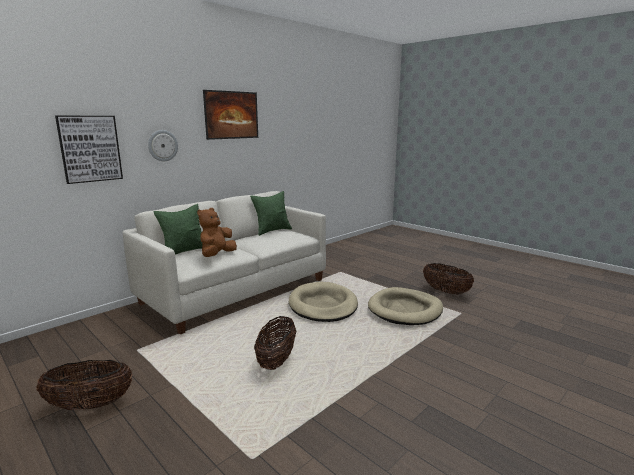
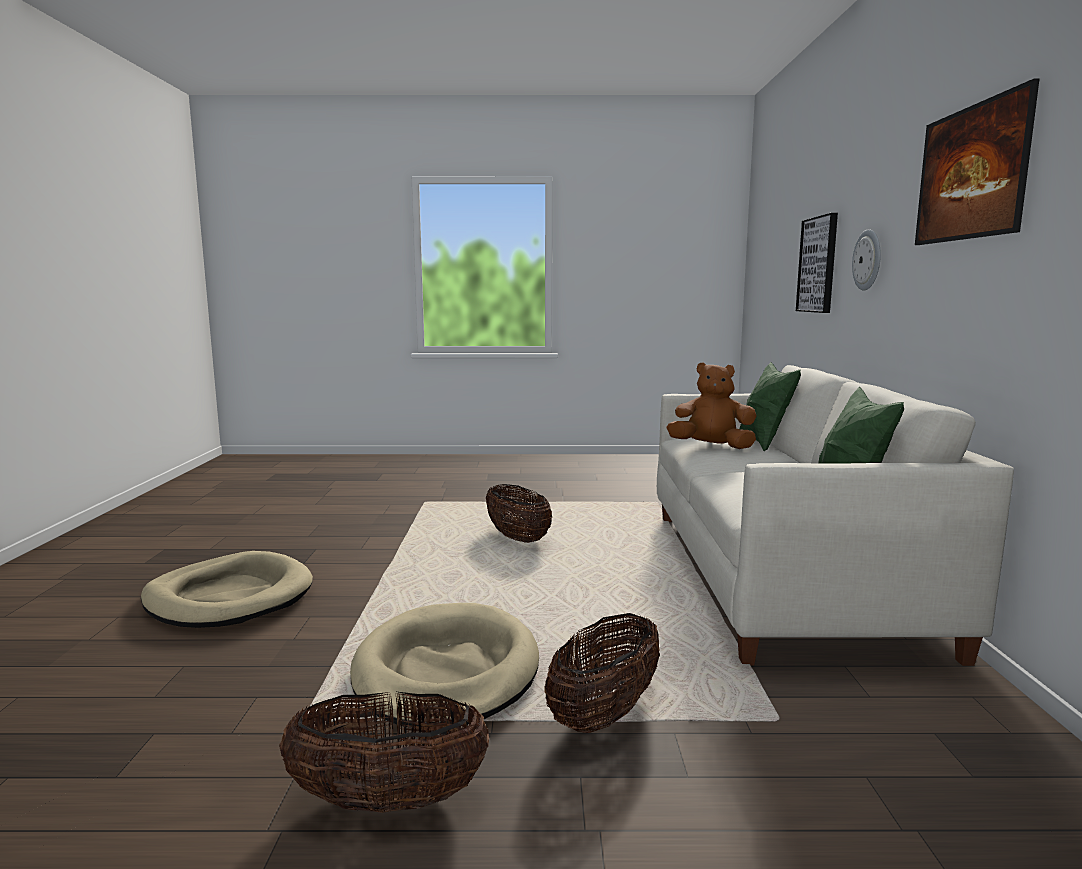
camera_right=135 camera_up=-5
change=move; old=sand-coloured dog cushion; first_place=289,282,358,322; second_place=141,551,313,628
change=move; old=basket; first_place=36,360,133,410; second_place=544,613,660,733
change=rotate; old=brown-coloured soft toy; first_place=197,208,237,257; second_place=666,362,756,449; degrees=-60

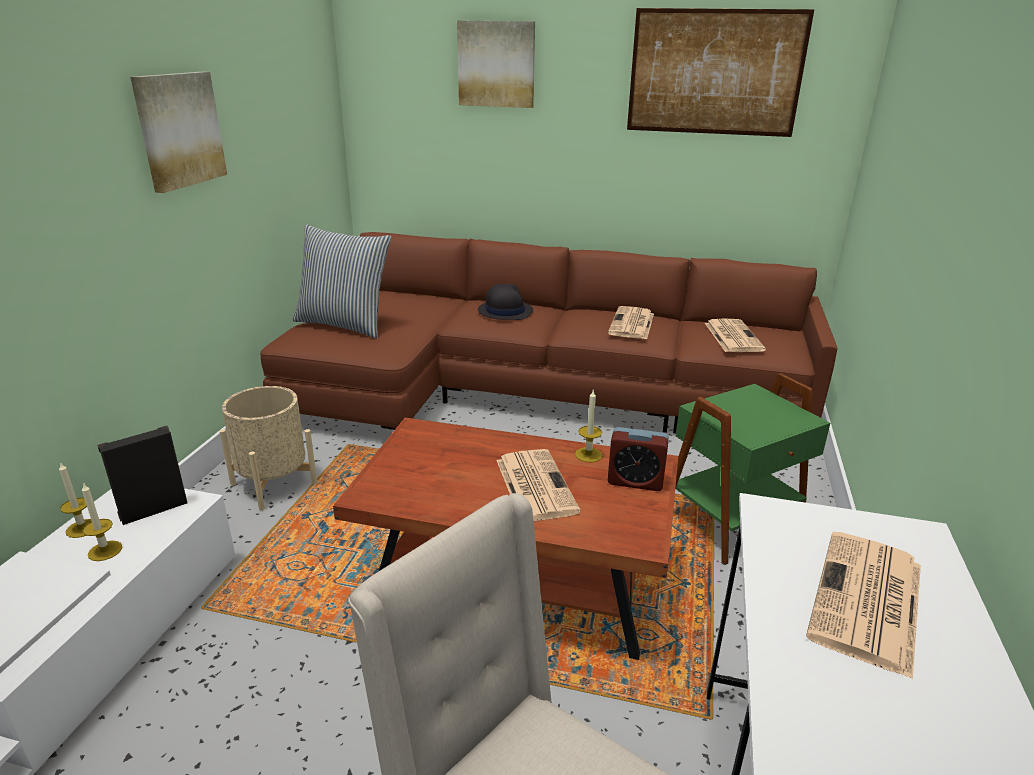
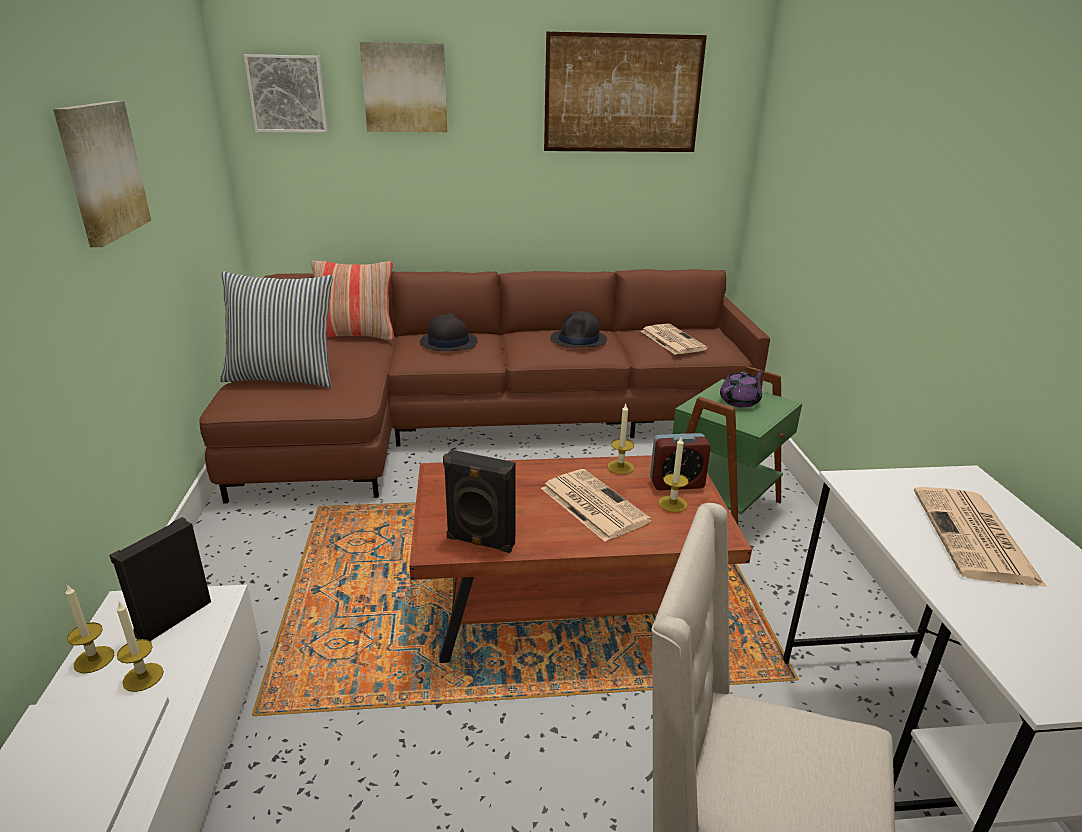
camera_right=-20 camera_up=0
change=insert; new=picture; second_place=244,54,328,133
change=insert; new=throw pillow; second_place=311,260,394,340
change=insert; new=black audio speaker; second_place=443,450,516,553
change=replace; old=printed paper; new=black wearable hat; first_place=608,306,654,339; second_place=550,311,607,348
change=insert; new=wax candle; second_place=659,437,689,512
change=insert; new=purple-coloured teapot; second_place=720,370,764,408
change=delete; old=sand-coloured plant pot; first_place=220,386,318,510

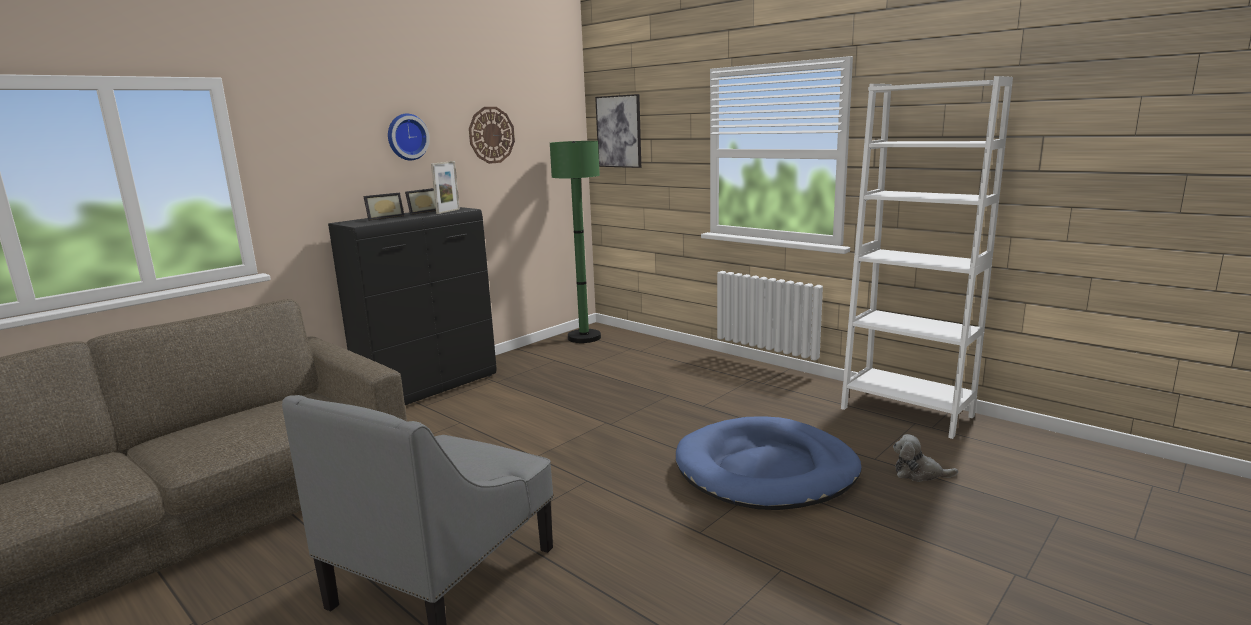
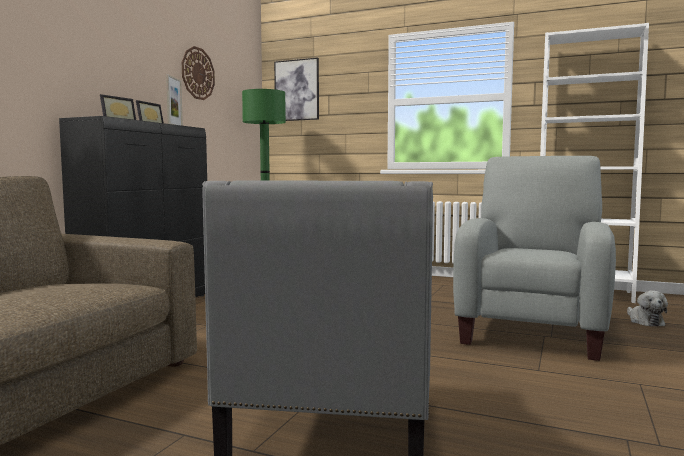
camera_right=-20 camera_up=-10
change=replace; old=blue-coloured dog cushion; new=gray easy chair; first_place=676,416,861,510; second_place=453,156,616,361
change=rotate; old=soft toy; first_place=893,434,958,482; second_place=627,290,668,327; degrees=-90
change=delete; old=clock on the wall; first_place=388,114,430,161

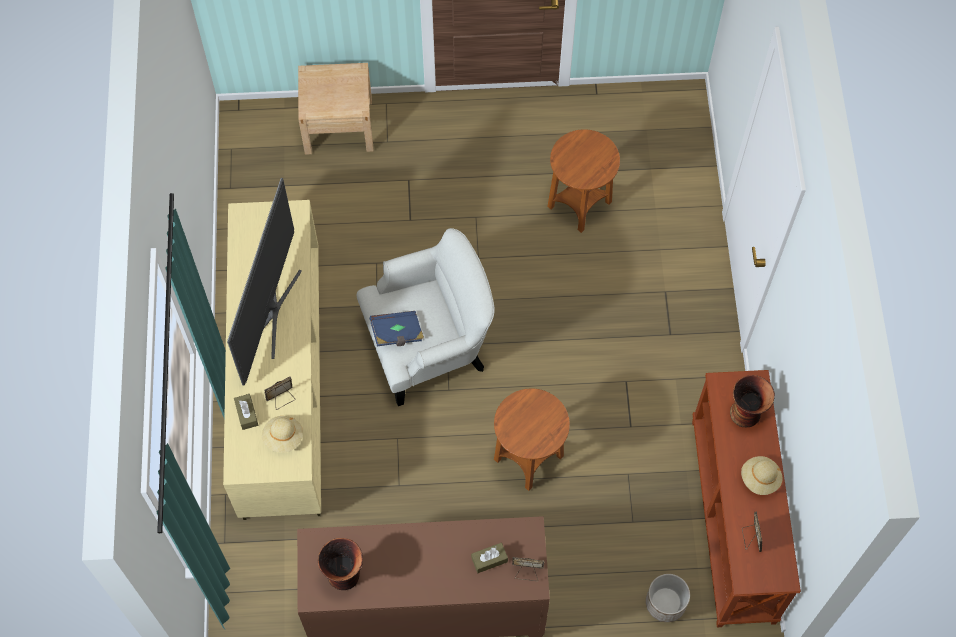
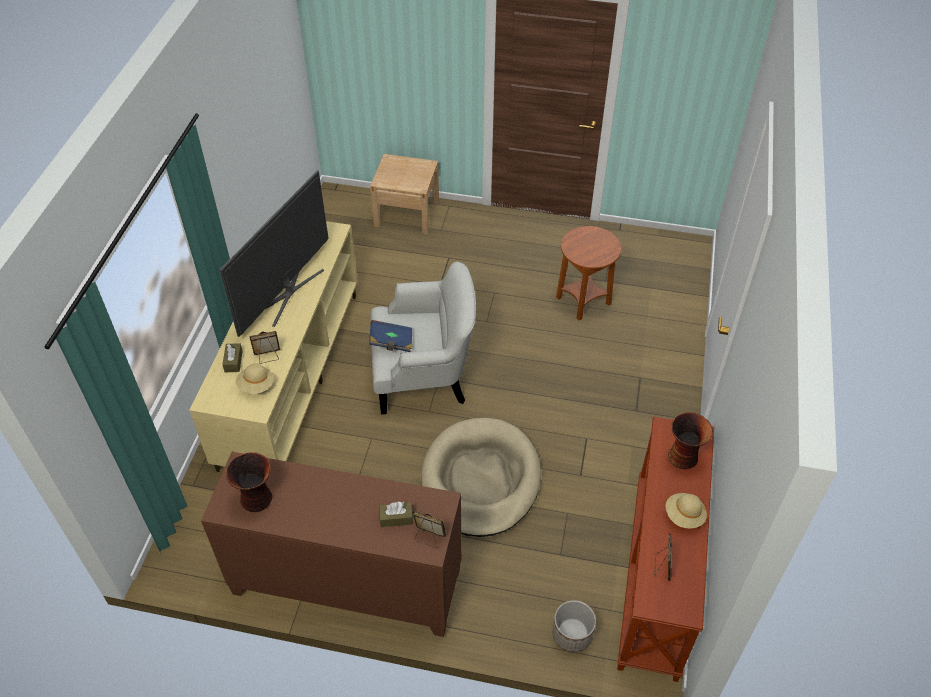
camera_right=15 camera_up=-15
change=replace; old=brown-coloured end table; new=sand-coloured dog cushion; first_place=494,388,570,491; second_place=421,418,541,537

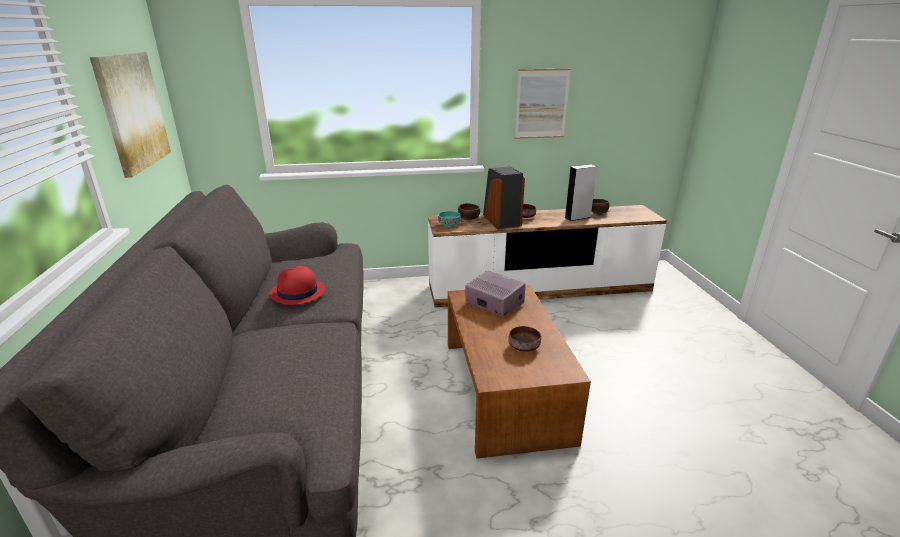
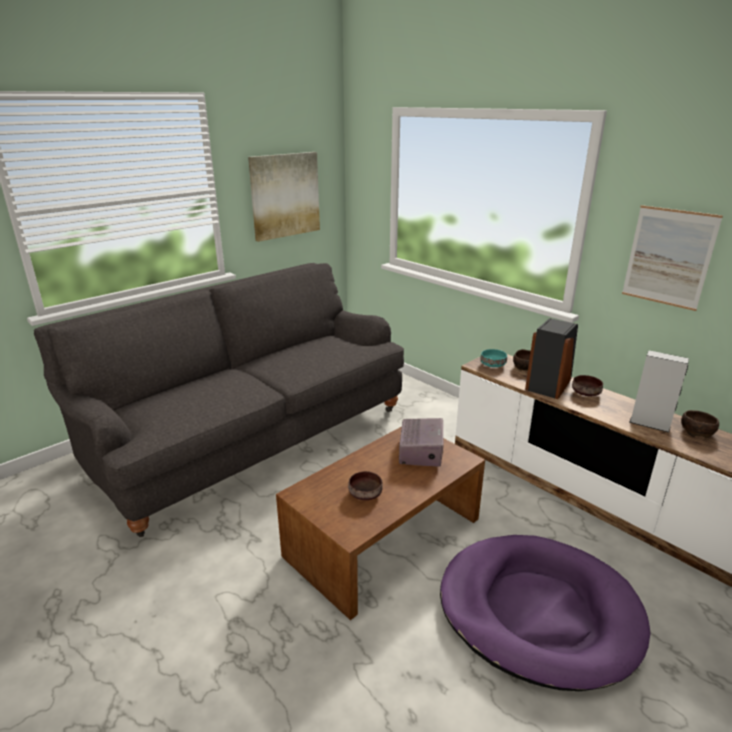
camera_right=55 camera_up=0
change=insert; new=purple-coloured dog cushion; second_place=440,535,651,691
change=delete; old=reddish wearable hat; first_place=269,266,325,305

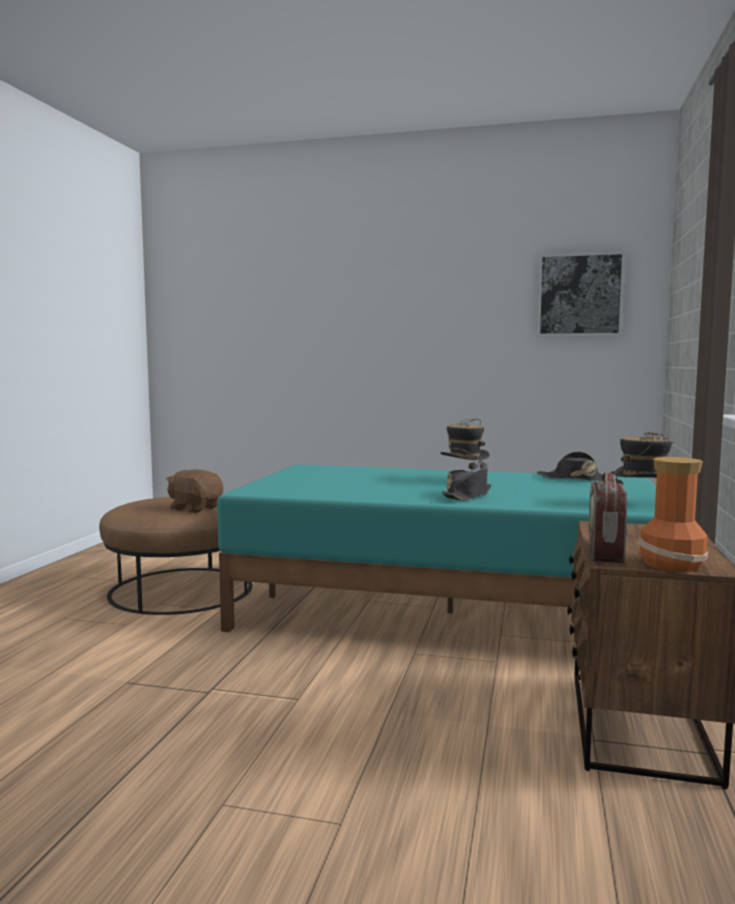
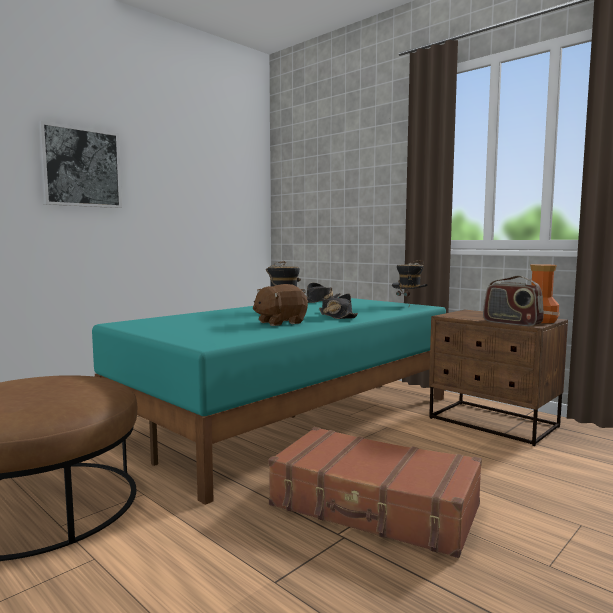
camera_right=-60 camera_up=0
change=move; old=picture; first_place=537,251,626,337; second_place=38,121,122,208
change=move; old=brown-coloured soft toy; first_place=166,469,223,513; second_place=253,284,308,326
change=insert; new=brown-coloured suitcase; second_place=268,427,482,558

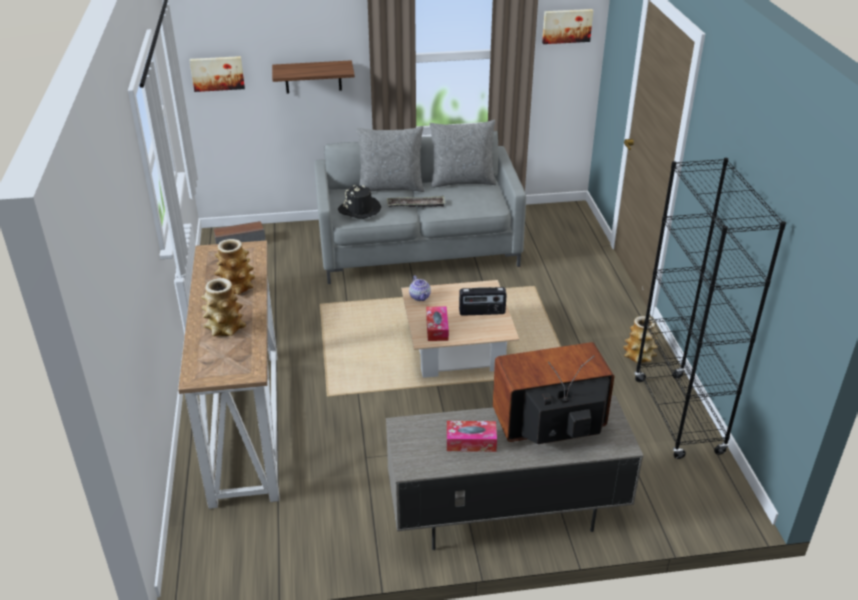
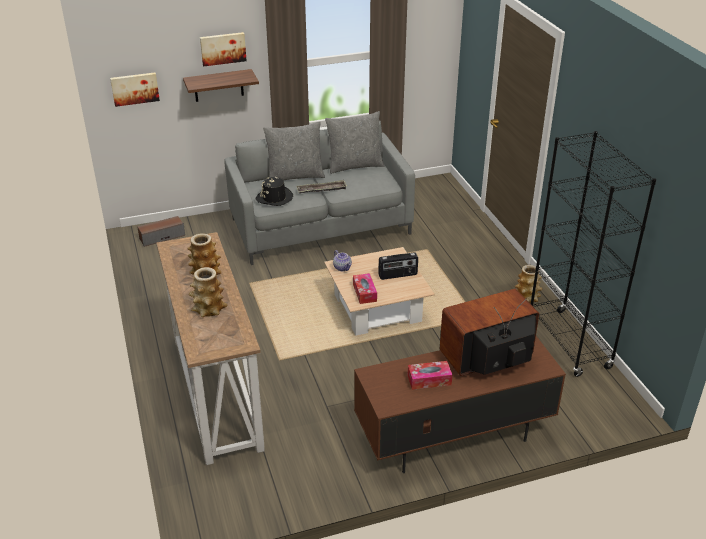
camera_right=-10 camera_up=0
change=move; old=picture; first_place=542,9,593,44; second_place=200,32,247,67
change=recolor; old=gray media console; new=brown-coloured media console; first_place=386,395,643,550; second_place=354,336,566,473

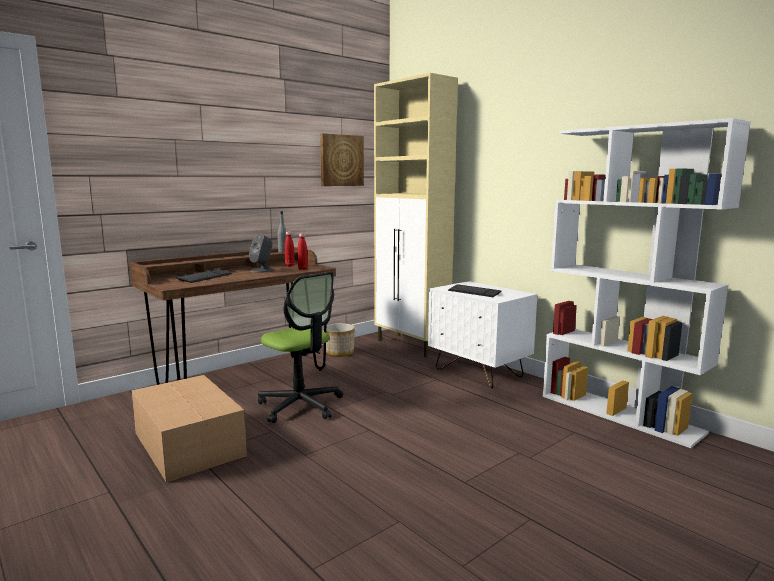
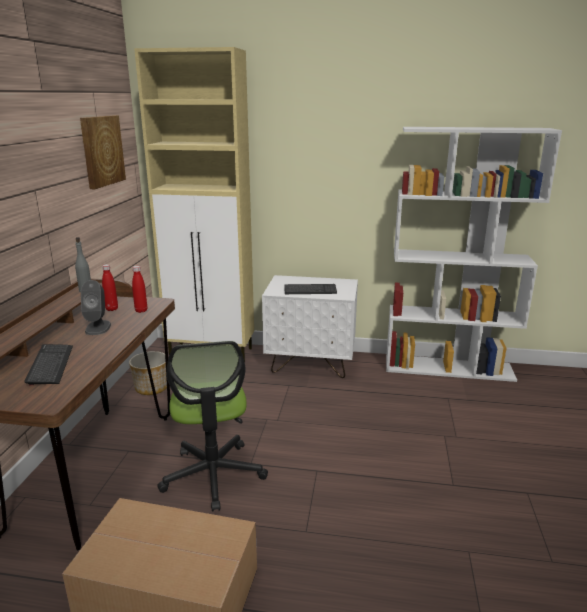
camera_right=-40 camera_up=10
change=rotate; old=office chair; first_place=258,272,343,423; second_place=157,341,268,511; degrees=75

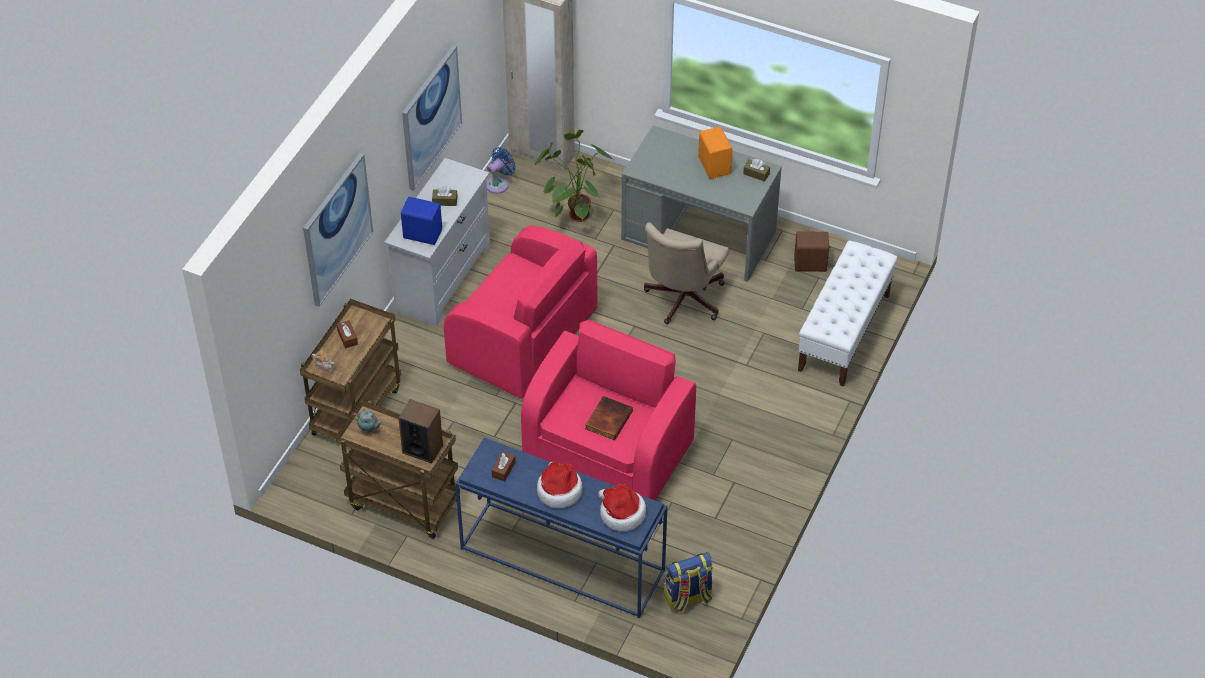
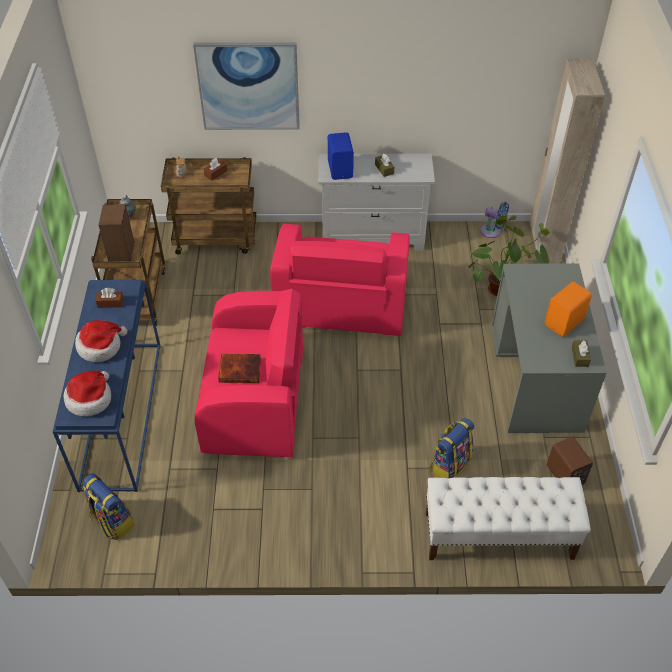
camera_right=65 camera_up=0
change=insert; new=knapsack; second_place=430,418,474,478
change=delete; old=picture; first_place=402,45,462,191
change=delete; old=sand-coloured office chair; first_place=644,222,729,324

